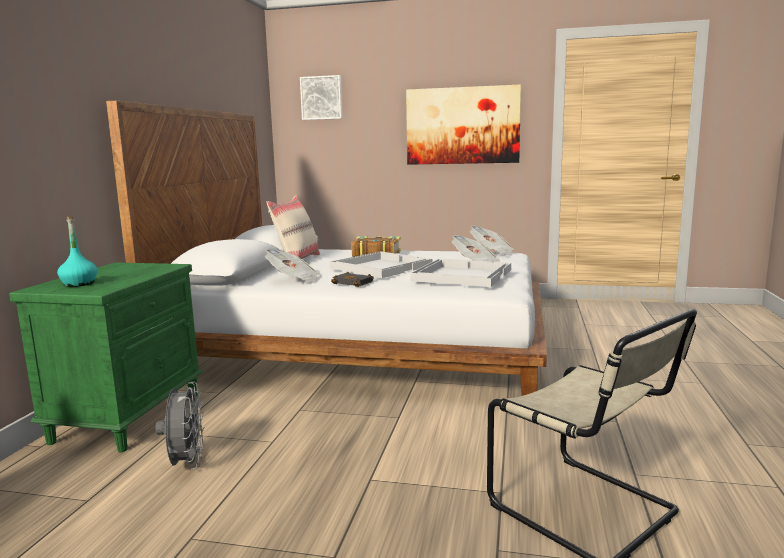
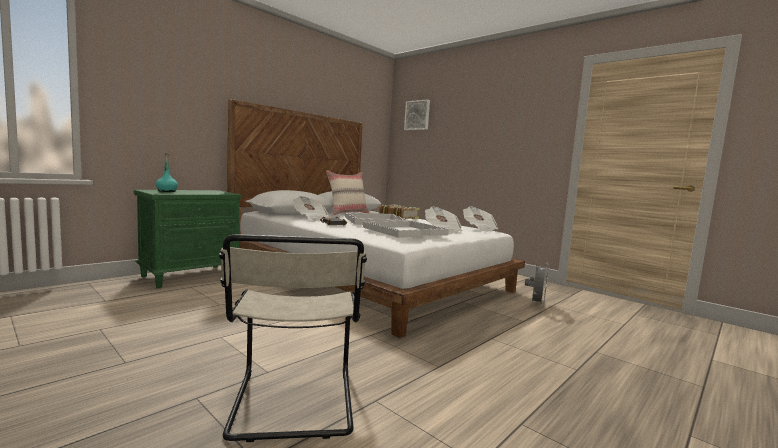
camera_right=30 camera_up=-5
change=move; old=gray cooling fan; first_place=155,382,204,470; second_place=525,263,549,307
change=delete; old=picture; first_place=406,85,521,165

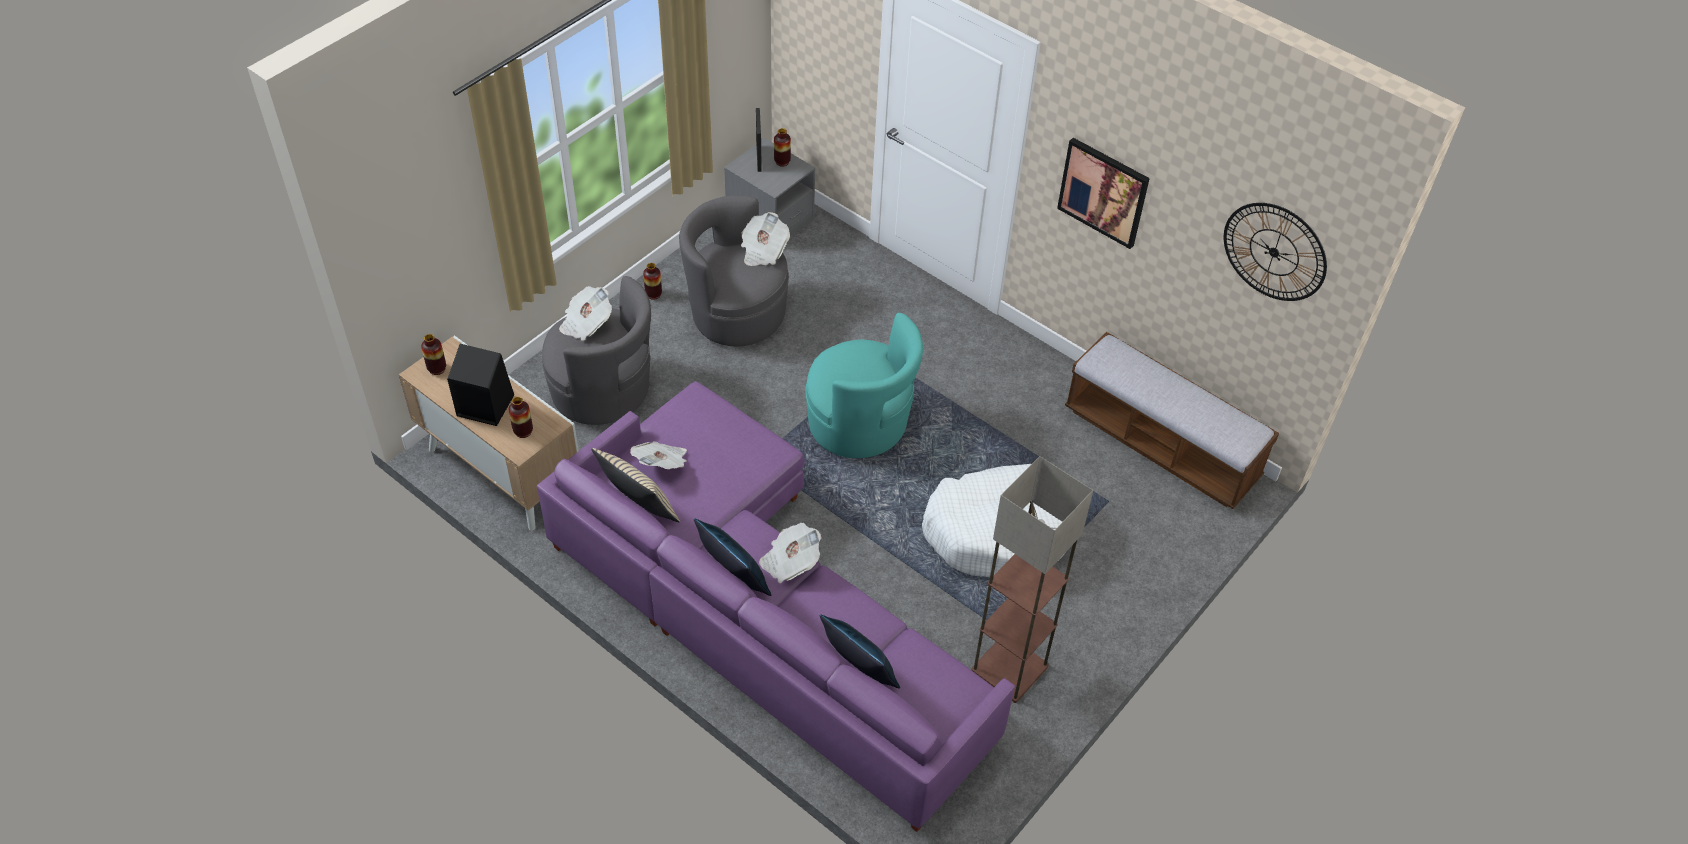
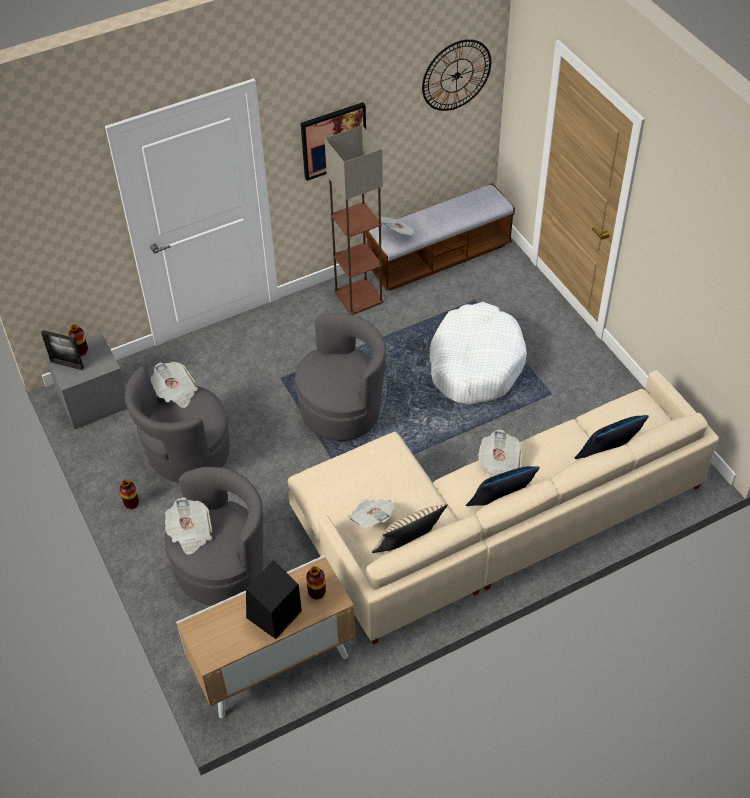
camera_right=-65 camera_up=0
change=recolor; old=purple-coloured sofa; new=sand-coloured sofa; first_place=537,381,1015,832; second_place=288,370,719,644
change=recolor; old=blue-green easy chair; new=gray easy chair; first_place=806,313,923,458; second_place=295,313,386,441
change=move; old=floor lamp; first_place=971,456,1093,703; second_place=325,125,384,315
change=insert; new=printed paper; second_place=381,216,419,236
change=delete; old=flower vase; first_place=421,334,446,375

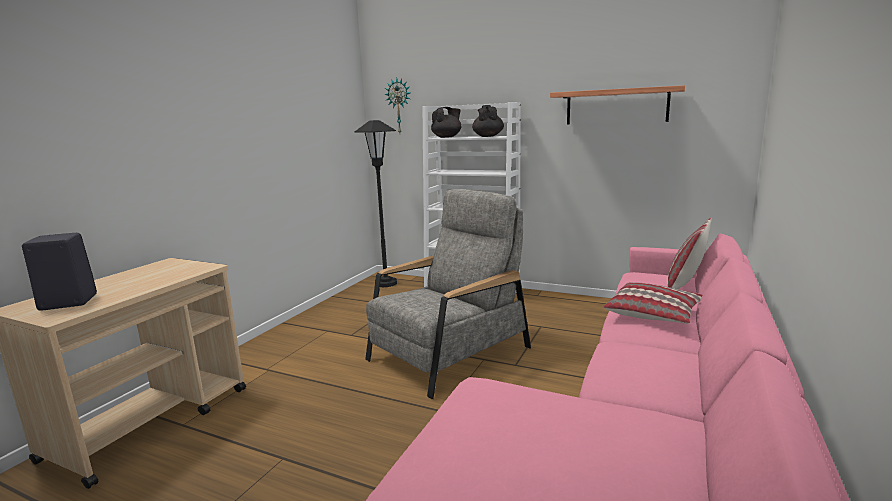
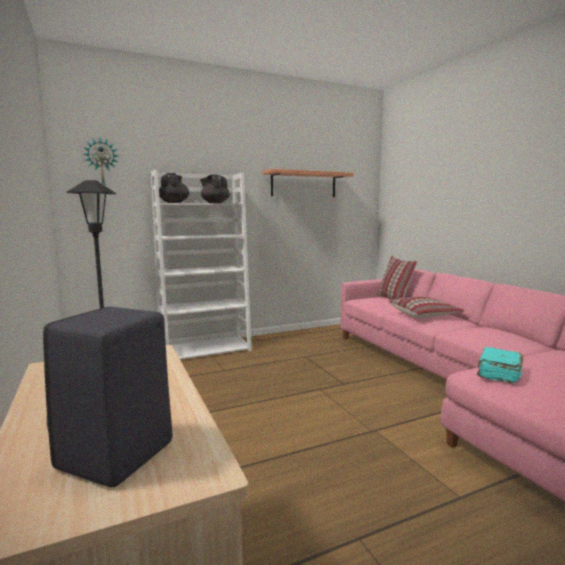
camera_right=-50 camera_up=-5
change=insert; new=blue-green book; second_place=477,347,524,384
change=delete; old=gray easy chair; first_place=365,189,531,399

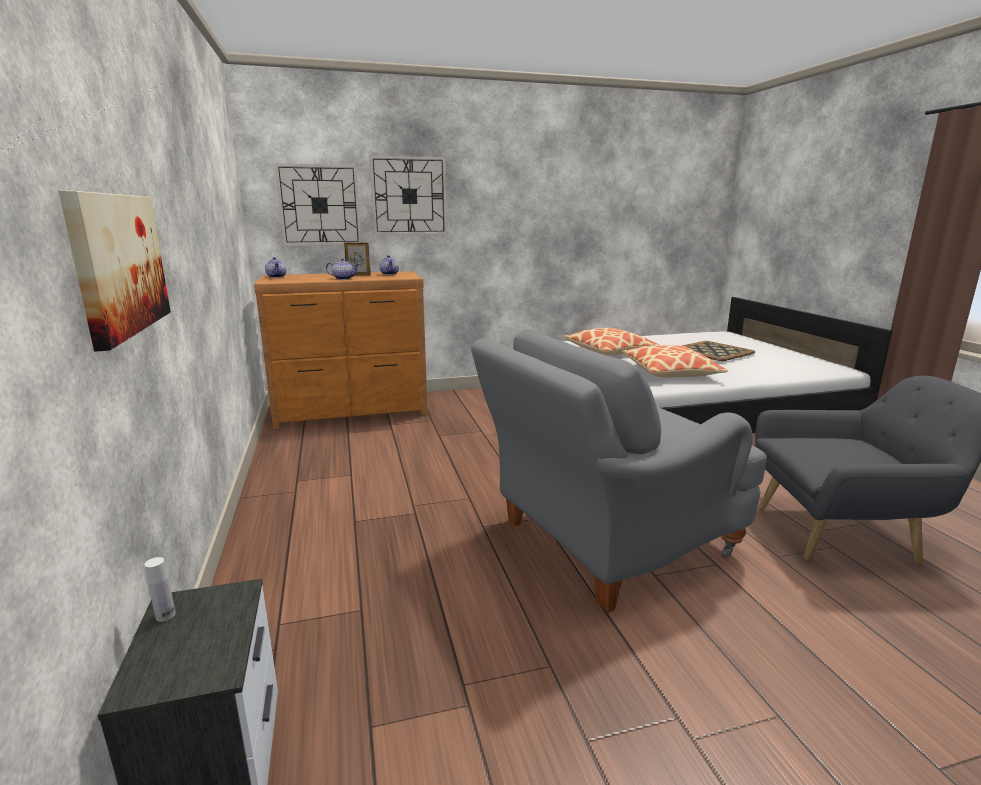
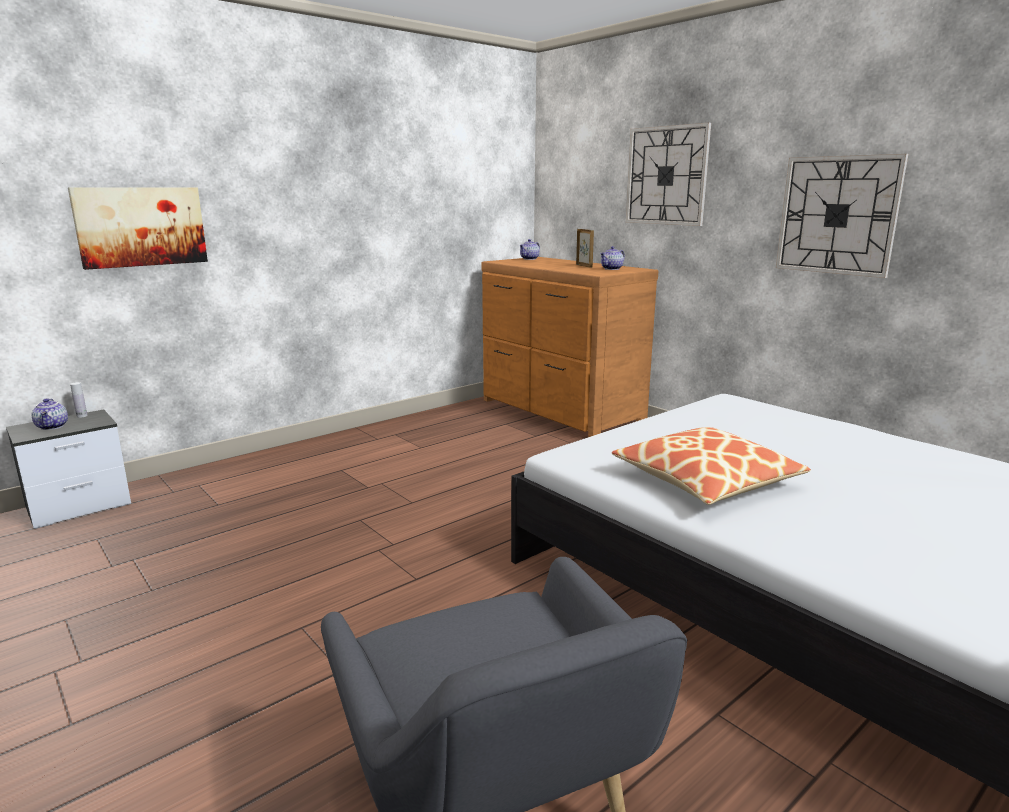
camera_right=65 camera_up=0
change=move; old=teapot; first_place=326,258,359,280; second_place=32,398,68,430
change=move; old=clock on the wall; first_place=275,163,362,246; second_place=776,154,908,278
change=delete; old=gray easy chair; first_place=471,329,767,613
change=delete; old=throw pillow; first_place=563,328,659,355
change=delete; old=carrying tray; first_place=682,341,755,361

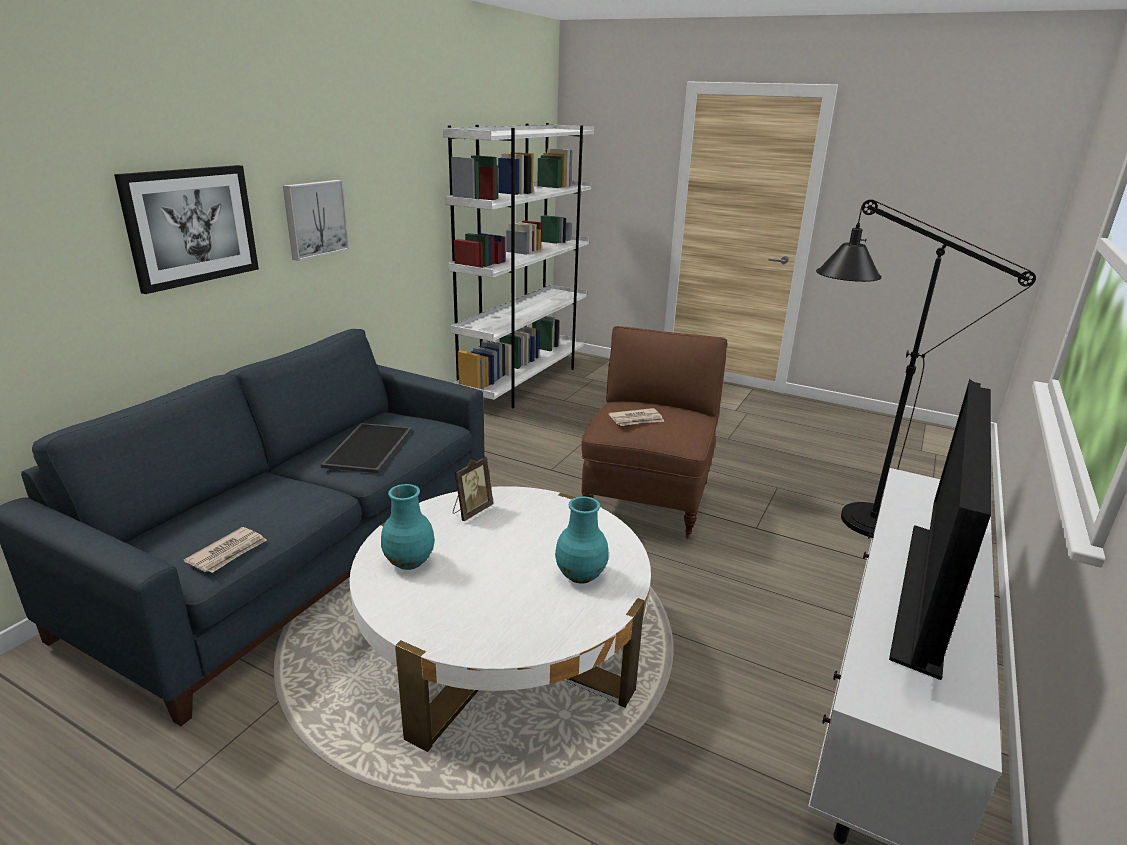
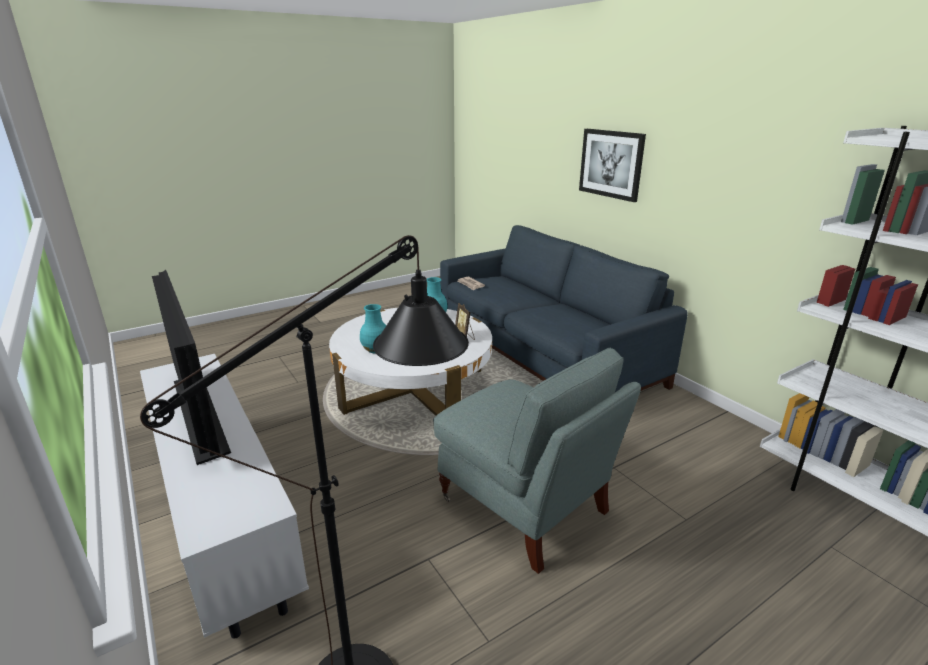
camera_right=120 camera_up=0
change=recolor; old=brown-coloured easy chair; new=gray easy chair; first_place=581,326,727,539; second_place=433,348,641,574
change=delete; old=picture; first_place=283,180,349,261
change=delete; old=carrying tray; first_place=321,423,412,473
change=delete; old=printed paper; first_place=609,408,665,426

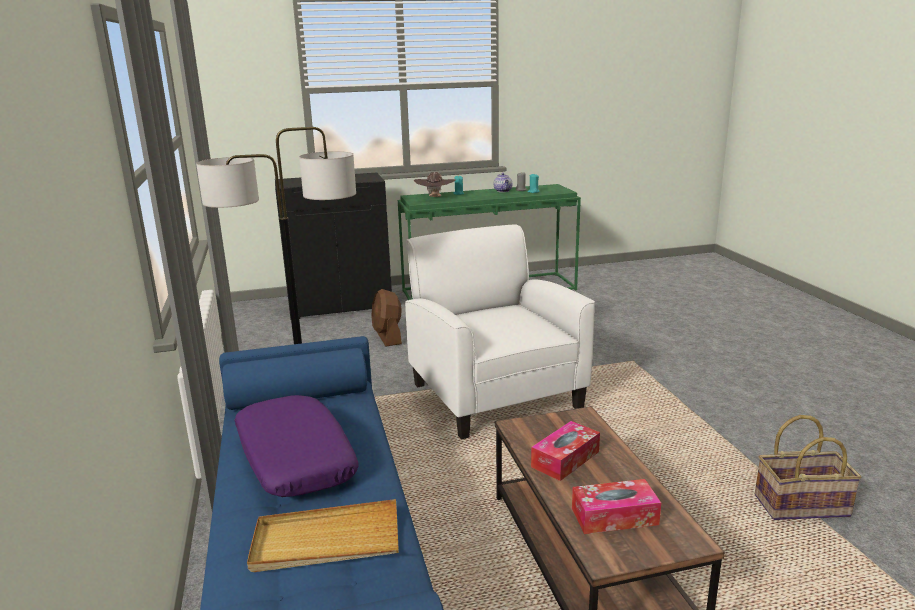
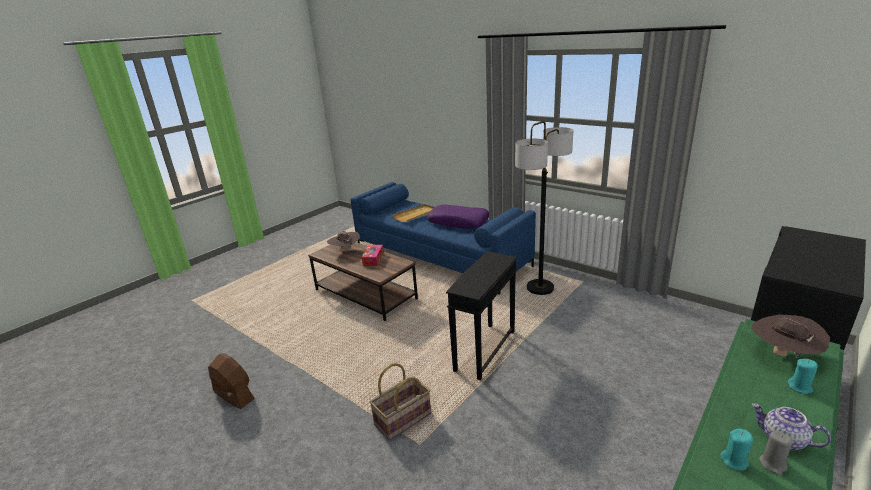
camera_right=145 camera_up=5
change=move; old=brown-coloured cooling fan; first_place=371,289,402,347; second_place=208,353,255,409
change=replace; old=box of tissues; new=brown-coloured wearable hat; first_place=572,479,661,534; second_place=327,231,360,251
change=move; old=basket; first_place=755,415,862,520; second_place=370,363,431,441
change=replace; old=whitish easy chair; new=black end table; first_place=405,224,595,439; second_place=446,251,517,380

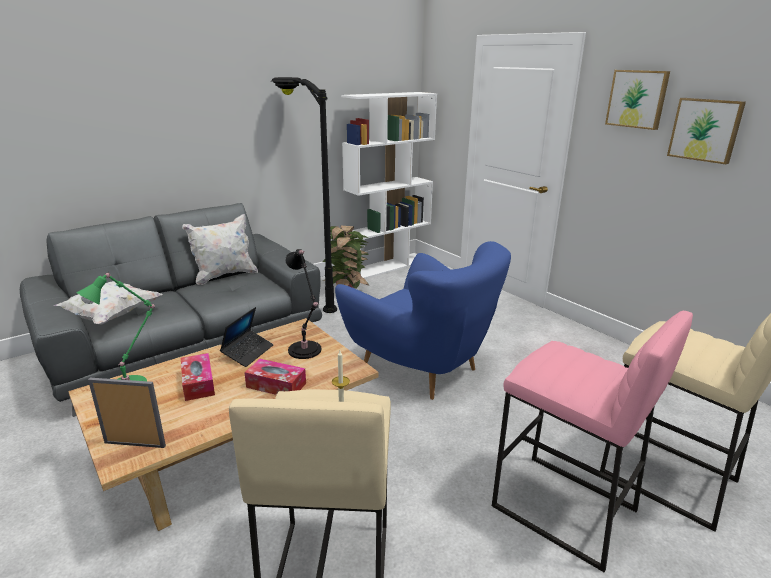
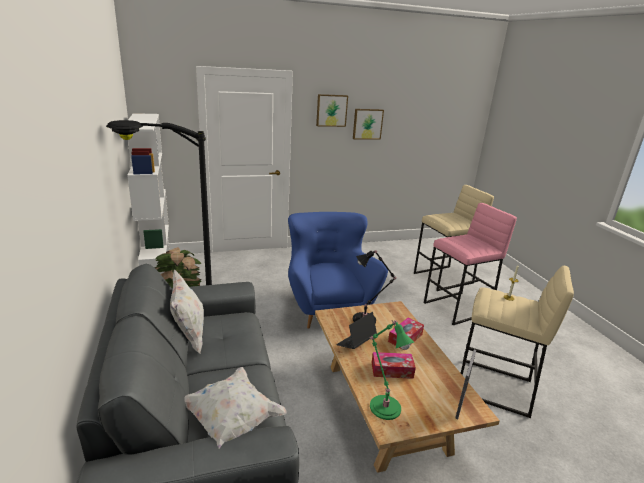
camera_right=-70 camera_up=0
change=rotate; old=blue-coloured easy chair; first_place=335,241,511,400; second_place=288,212,388,329; degrees=-75
change=rotate; old=portable computer; first_place=220,307,274,367; second_place=336,312,377,349; degrees=-90

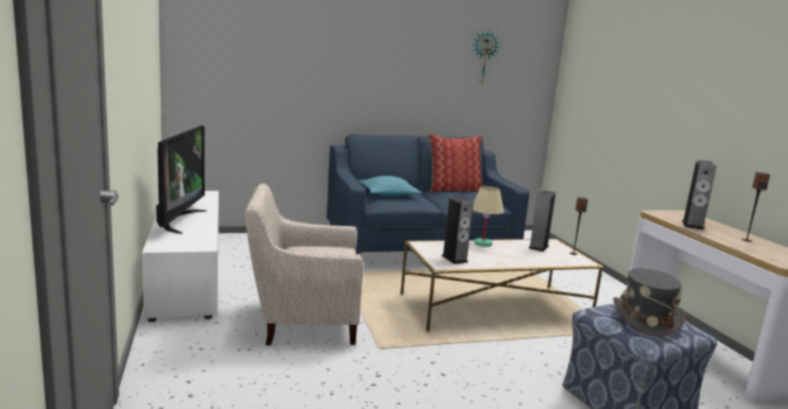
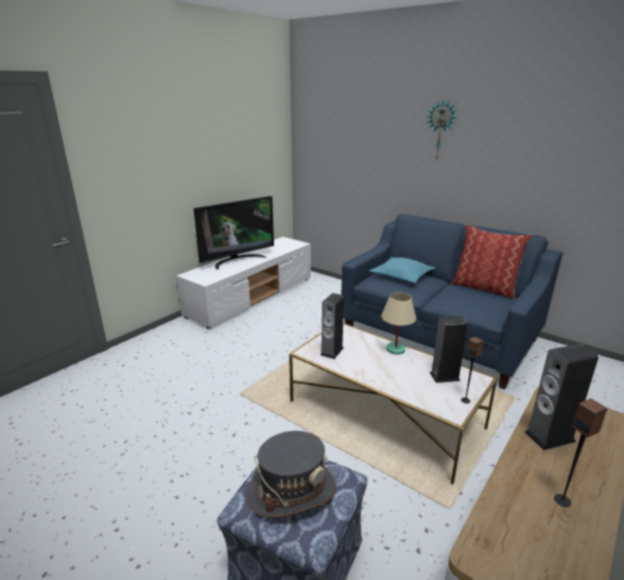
camera_right=55 camera_up=10
change=move; old=clock on the wall; first_place=473,30,499,84; second_place=427,99,457,158
change=delete; old=sand-coloured easy chair; first_place=245,183,364,345

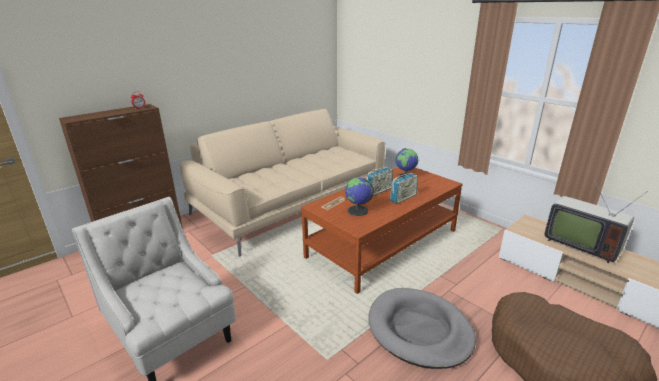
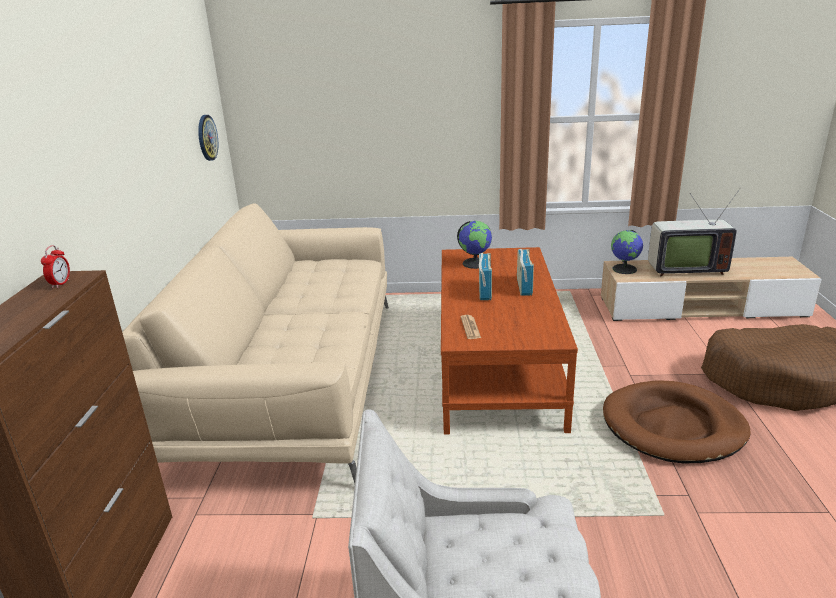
camera_right=-45 camera_up=0
change=insert; new=clock on the wall; second_place=198,115,218,161
change=recolor; old=gray dog cushion; new=brown-coloured dog cushion; first_place=368,288,476,369; second_place=603,381,751,463
change=move; old=globe; first_place=345,178,374,216; second_place=611,230,643,274

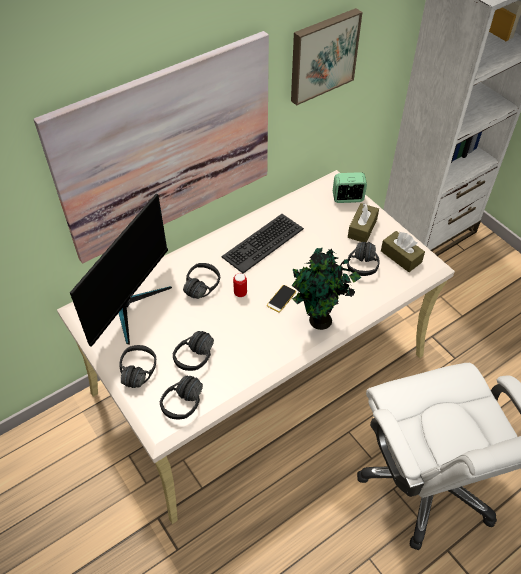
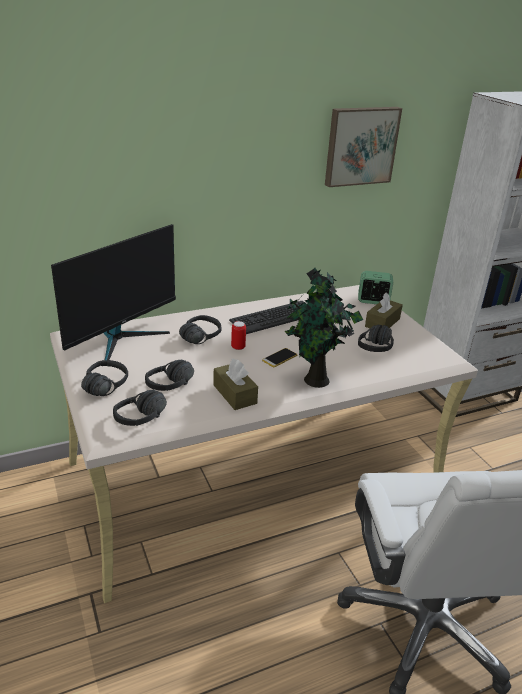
camera_right=10 camera_up=-20
change=move; old=brown-coloured box of tissues; first_place=381,231,425,272; second_place=213,358,258,410
change=delete; old=picture; first_place=34,31,269,263

